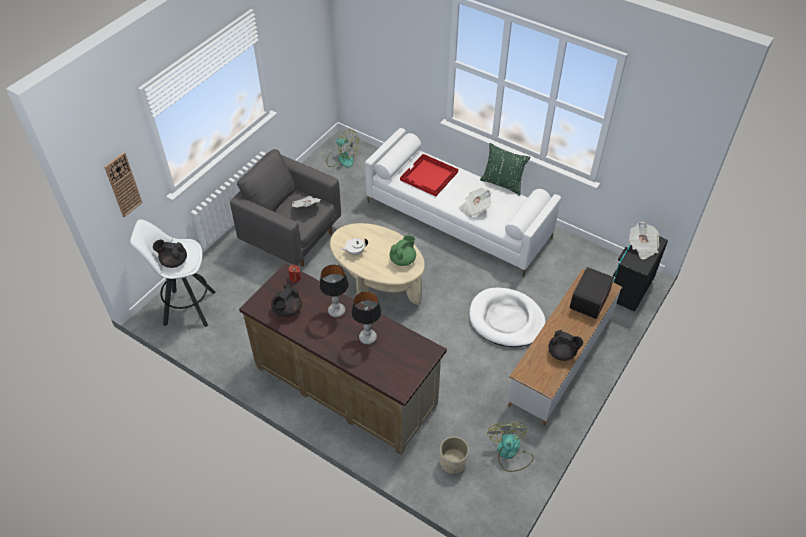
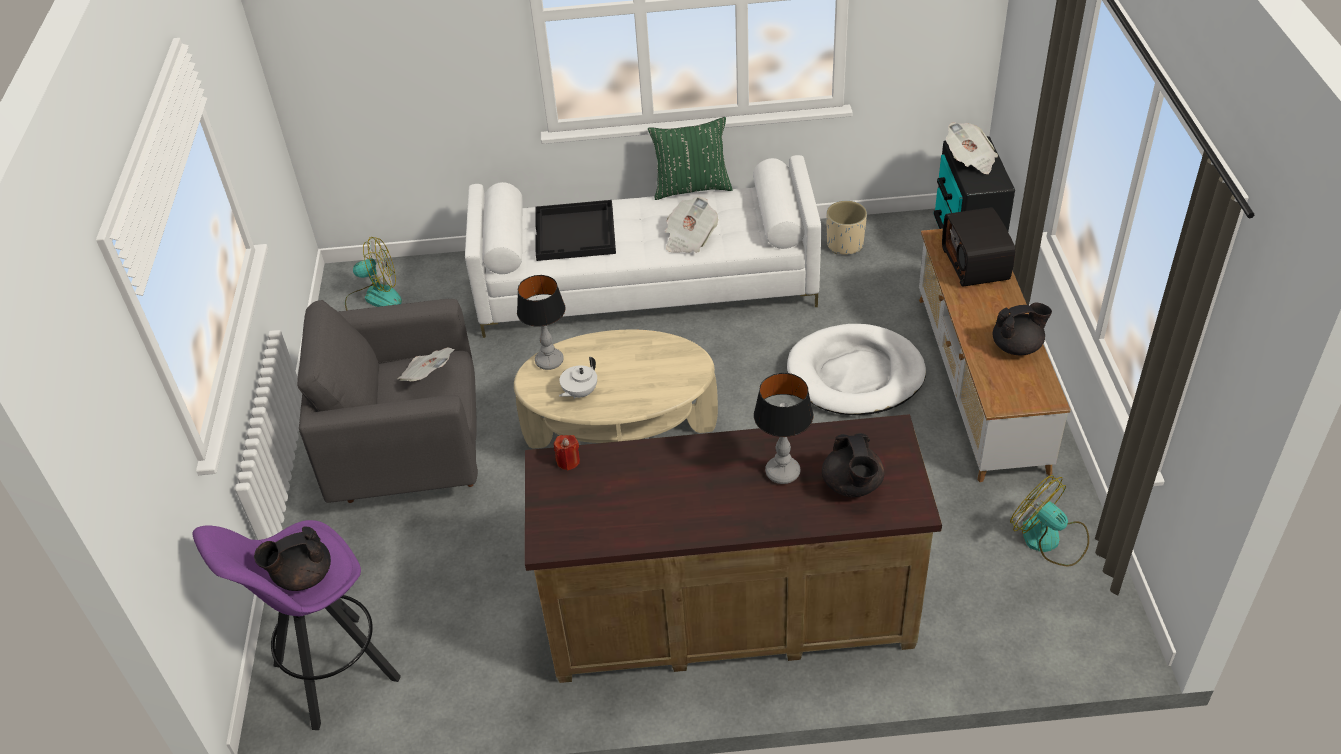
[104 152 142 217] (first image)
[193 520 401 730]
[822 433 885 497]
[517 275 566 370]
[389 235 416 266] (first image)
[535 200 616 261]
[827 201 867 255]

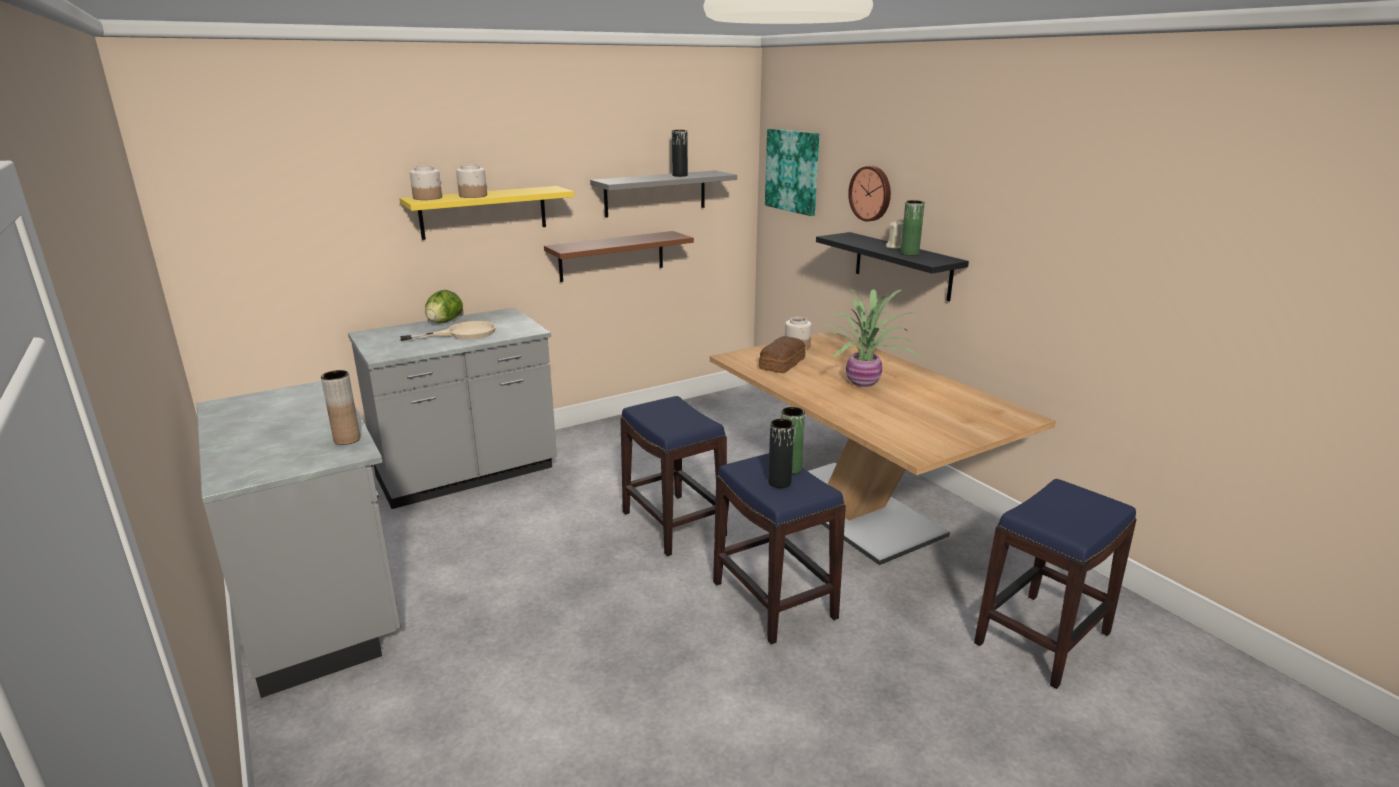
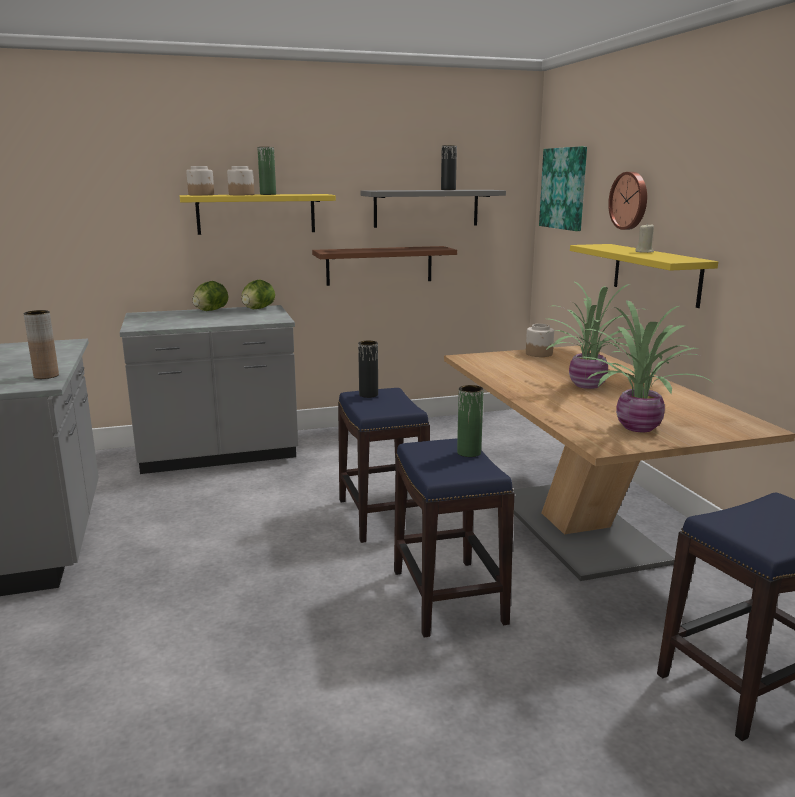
[399 321 496 341] (first image)
[759 336 805 373] (first image)
[358 341 378 398]
[570 244 718 308]
[257 147 276 195]
[241 280 275 309]
[570 300 714 432]

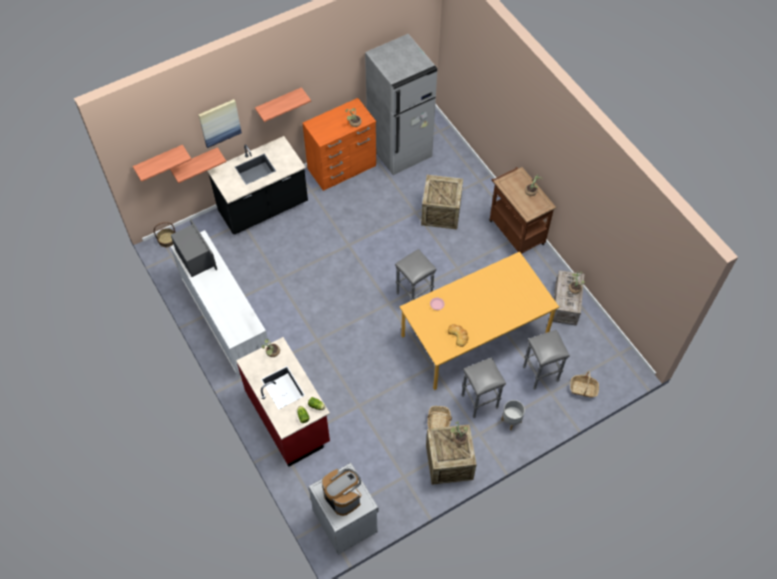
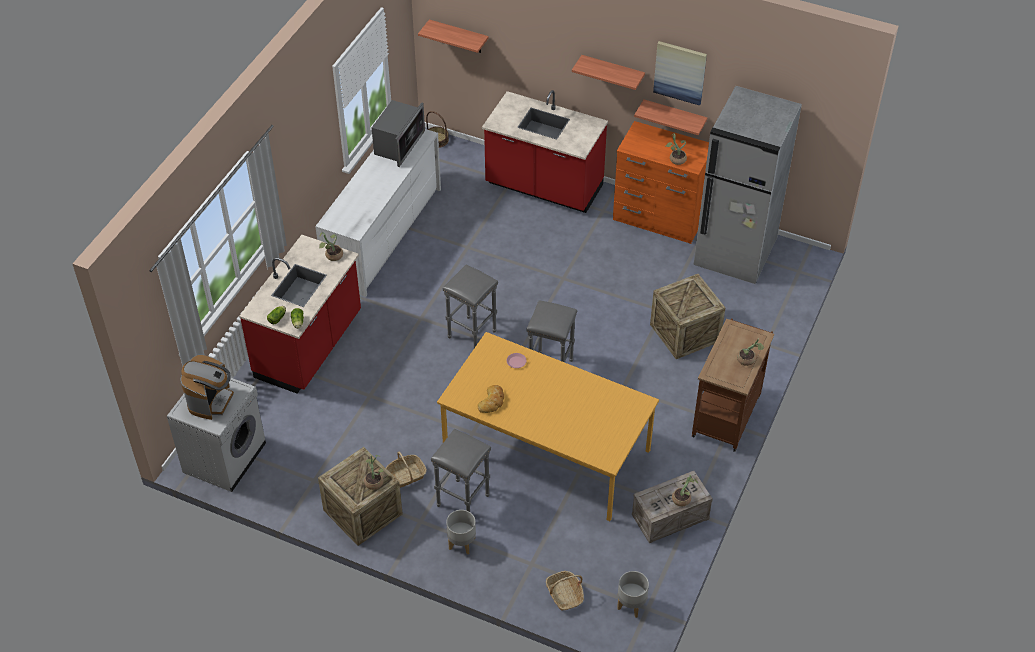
[634 99 707 135]
[653 41 707 106]
[482 90 608 213]
[443 264 498 350]
[617 571 649 618]

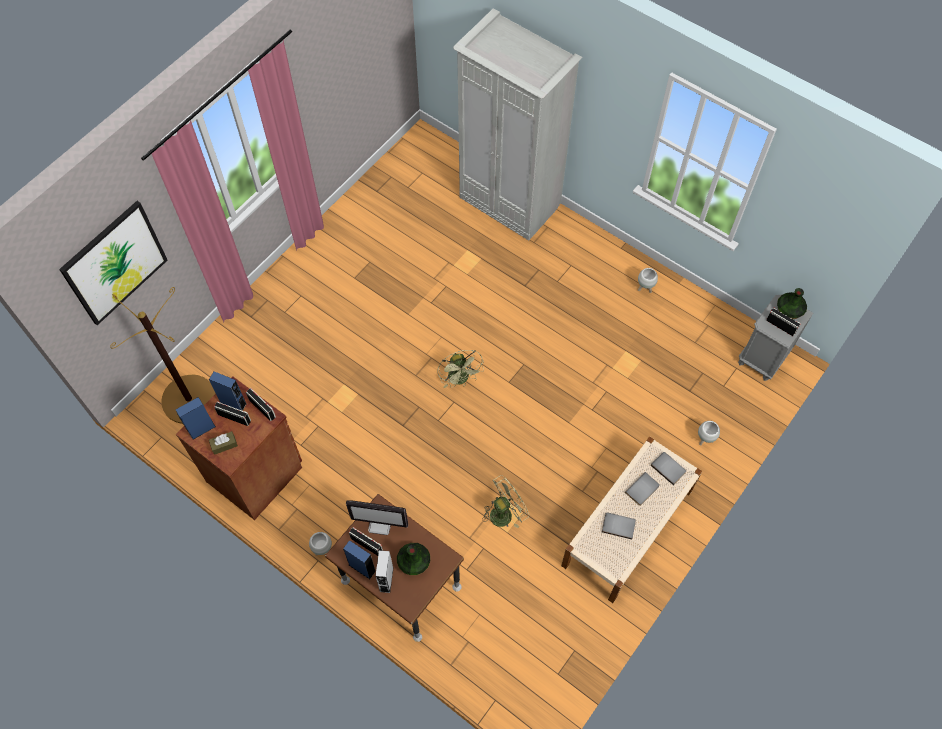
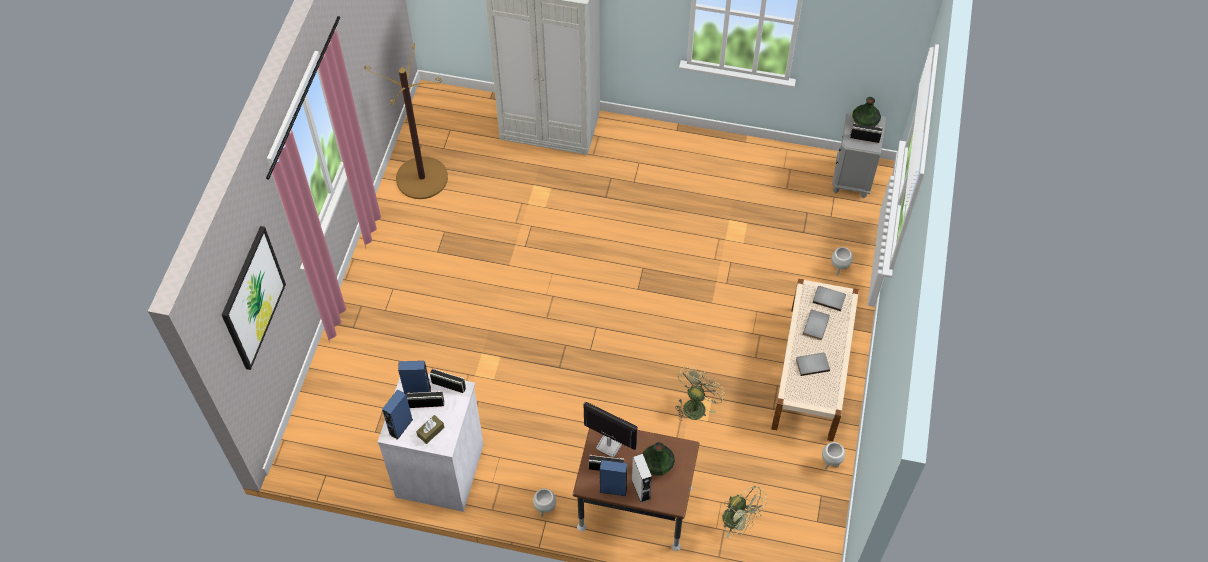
[364 44 448 199]
[378 373 483 512]
[584 402 638 458]
[722 486 767 538]
[822 442 845 470]

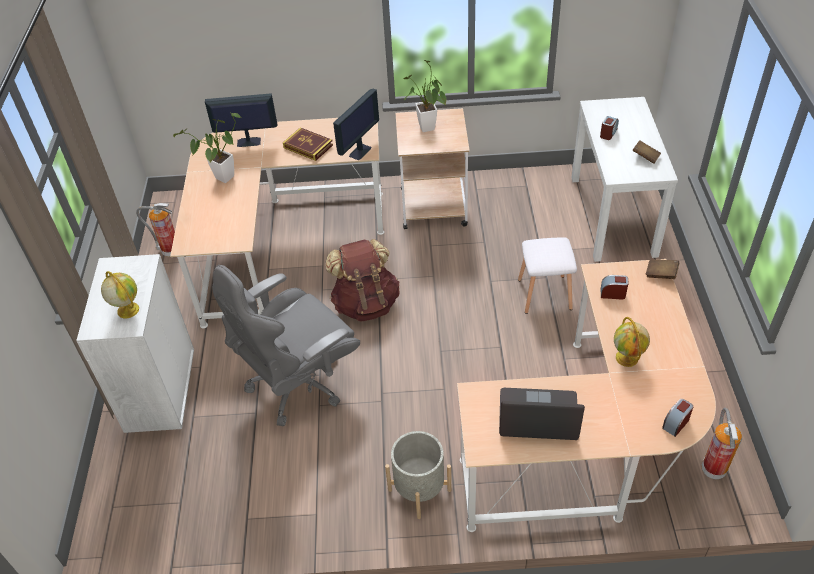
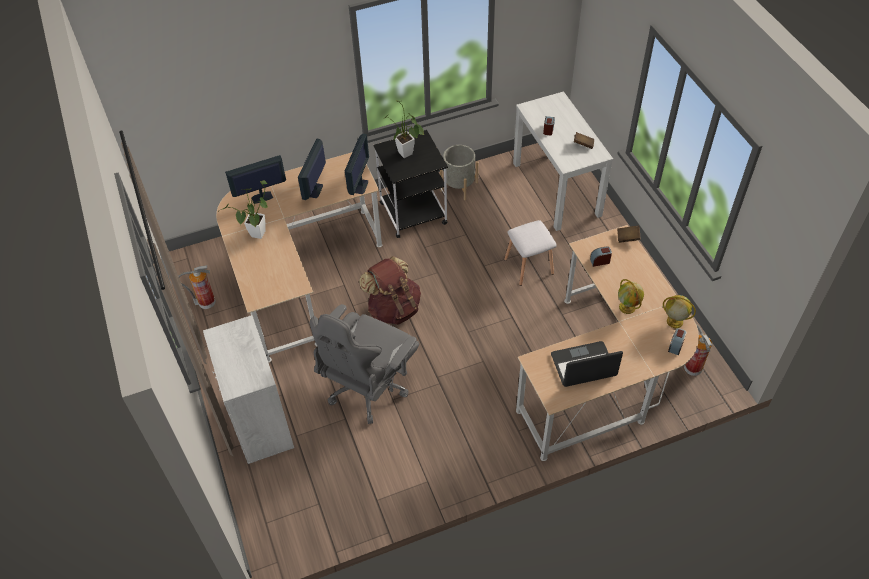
[663 295 696 328]
[298 139 326 200]
[440 145 478 200]
[373 130 448 238]

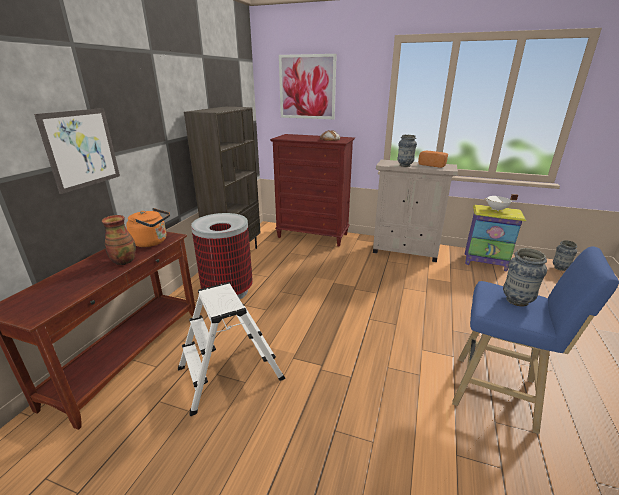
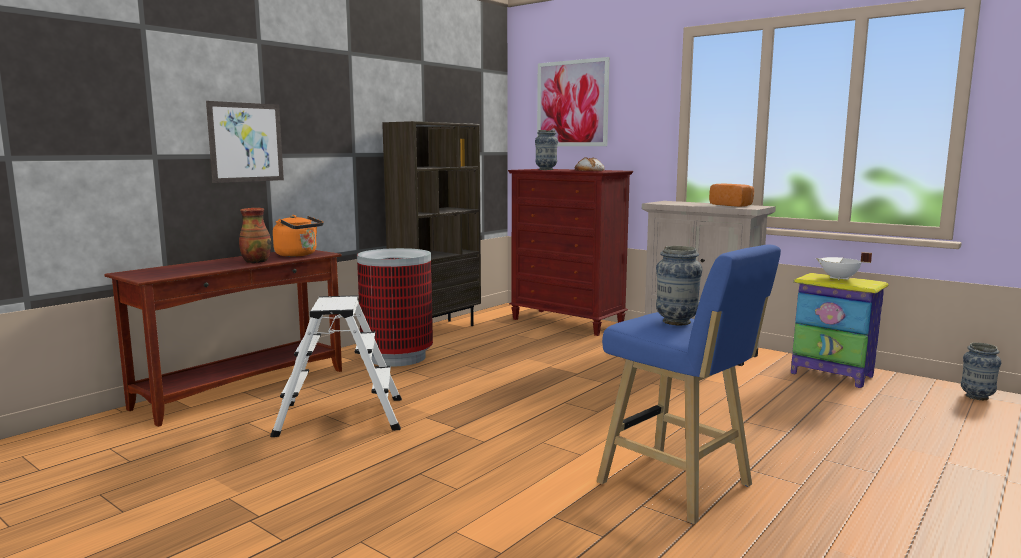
[535 130 558 170]

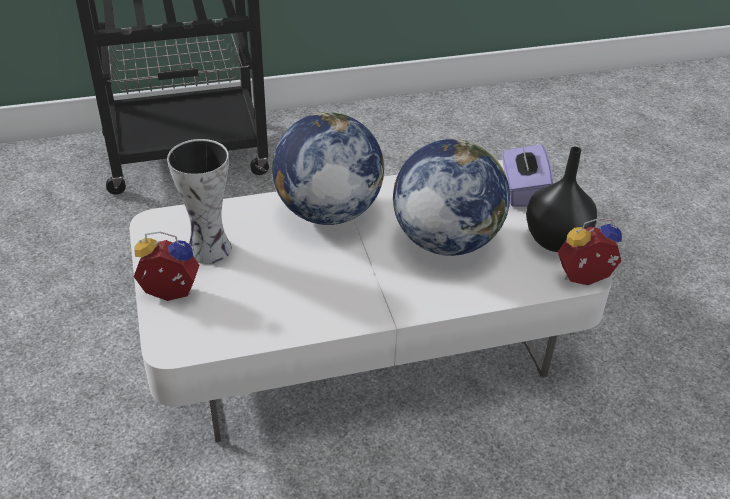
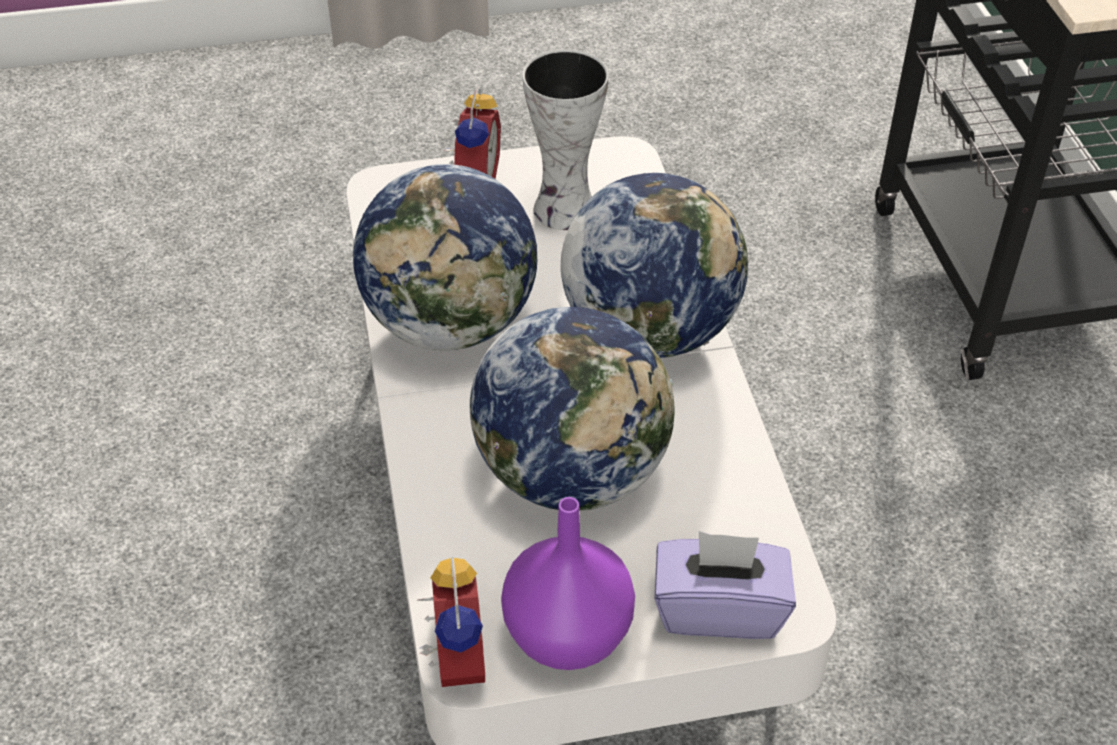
[501 497 635 670]
[353 164 537 350]

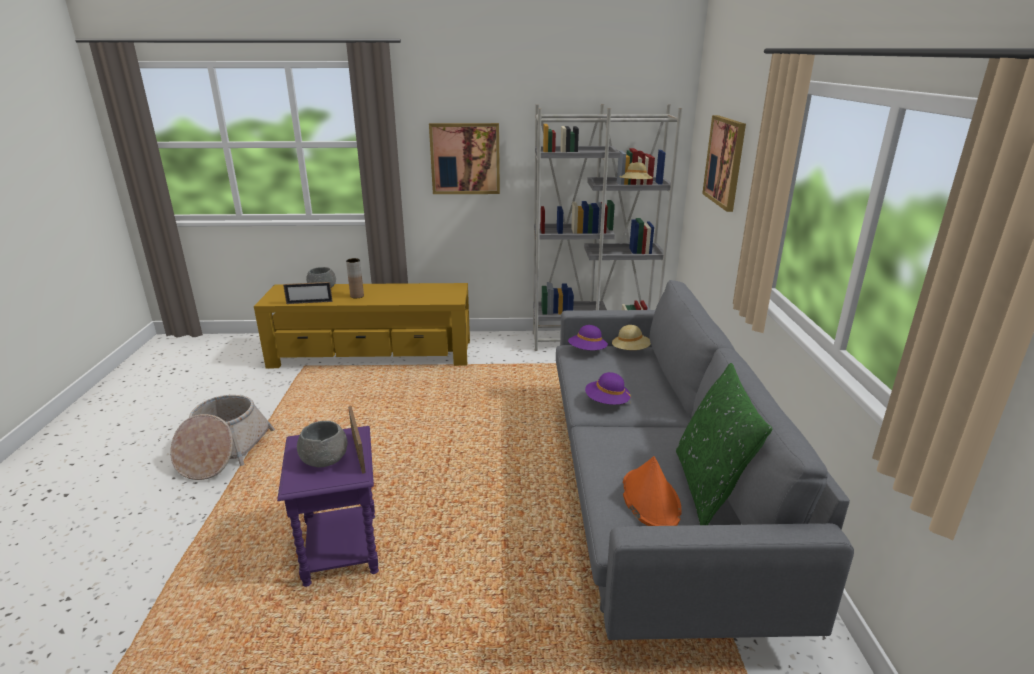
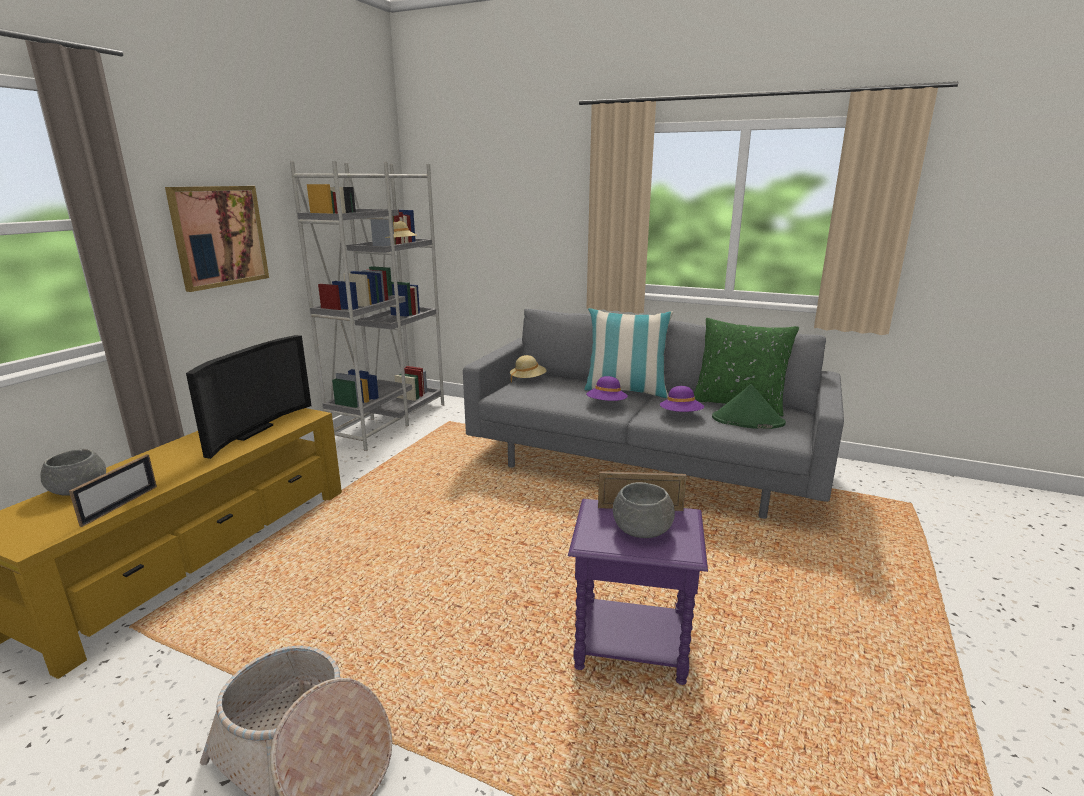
[346 258 364 298] (first image)
[660 386 704 412]
[712 384 786 429]
[702 115 746 212] (first image)
[186 335 312 459]
[584 308 673 398]

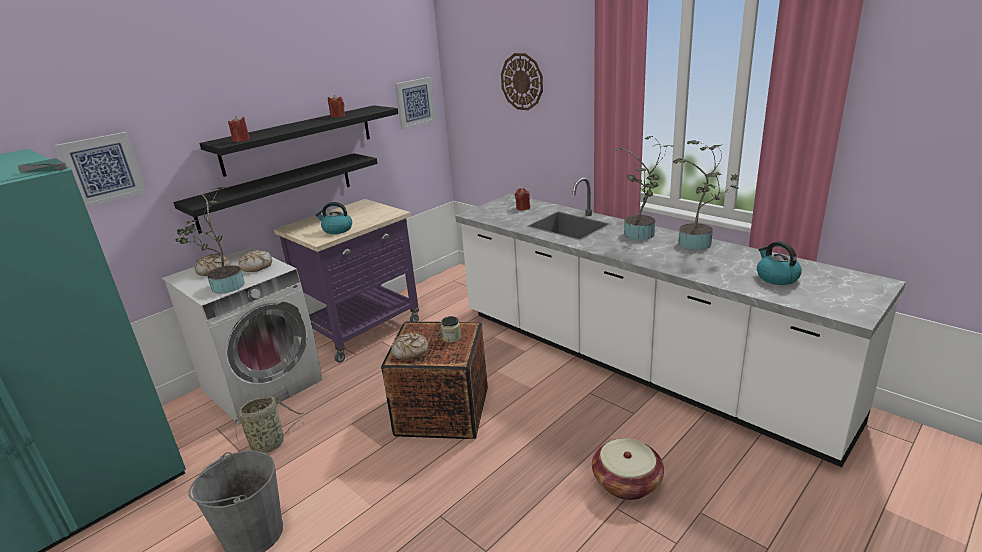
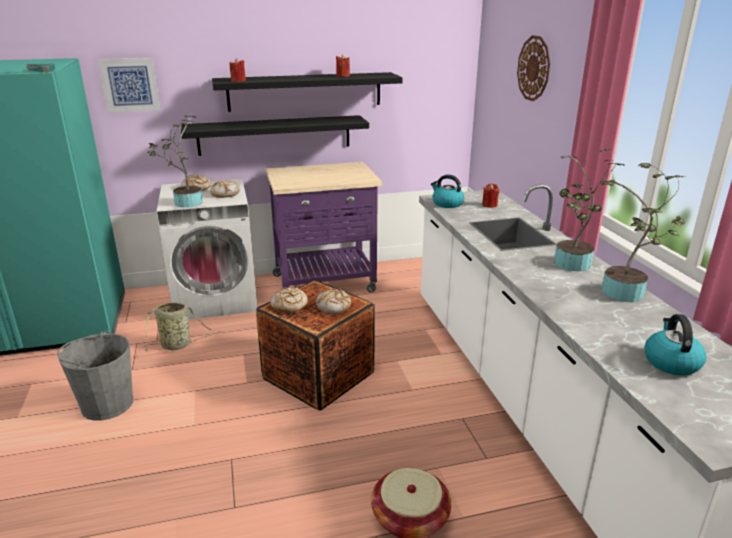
[431 174 464 208]
[395 77 436 129] (first image)
[316 289 351 314]

